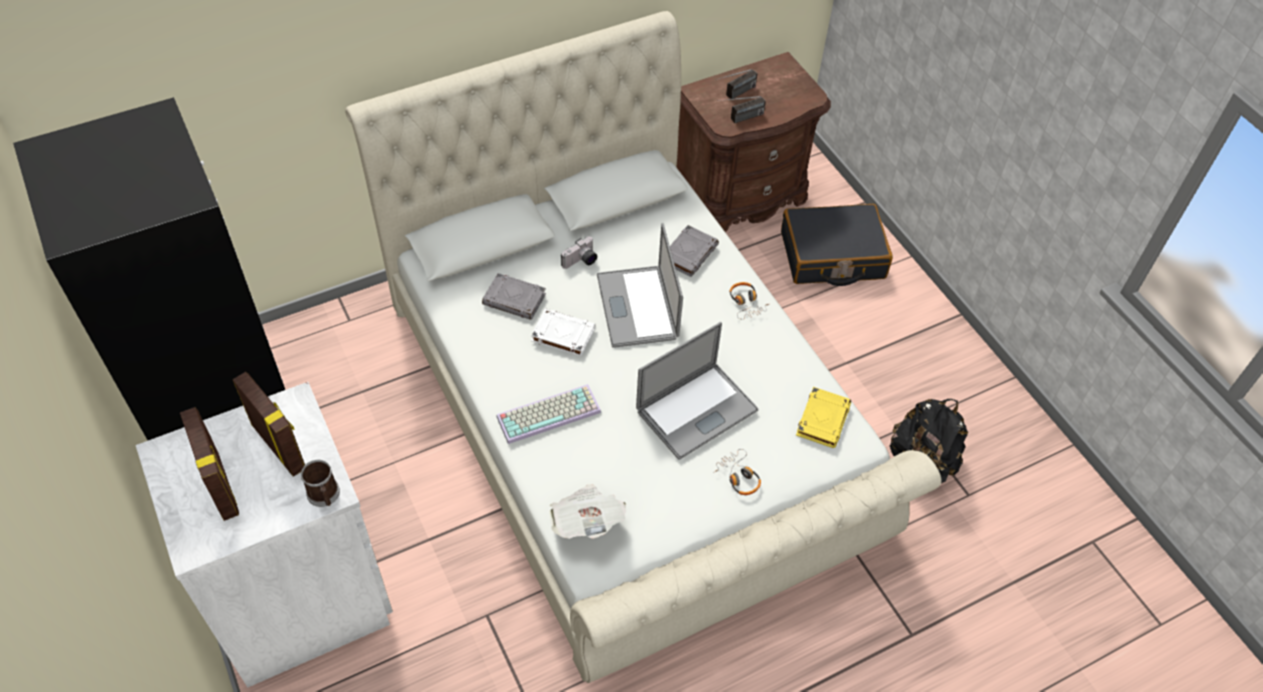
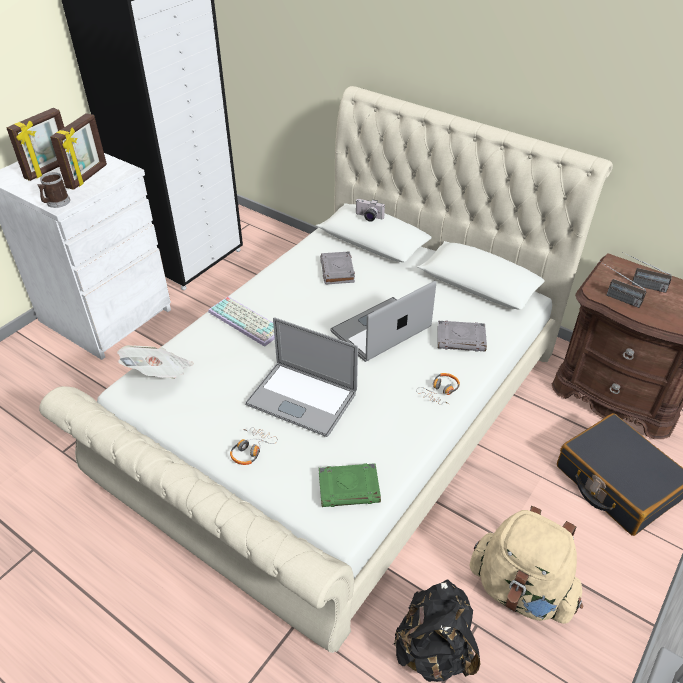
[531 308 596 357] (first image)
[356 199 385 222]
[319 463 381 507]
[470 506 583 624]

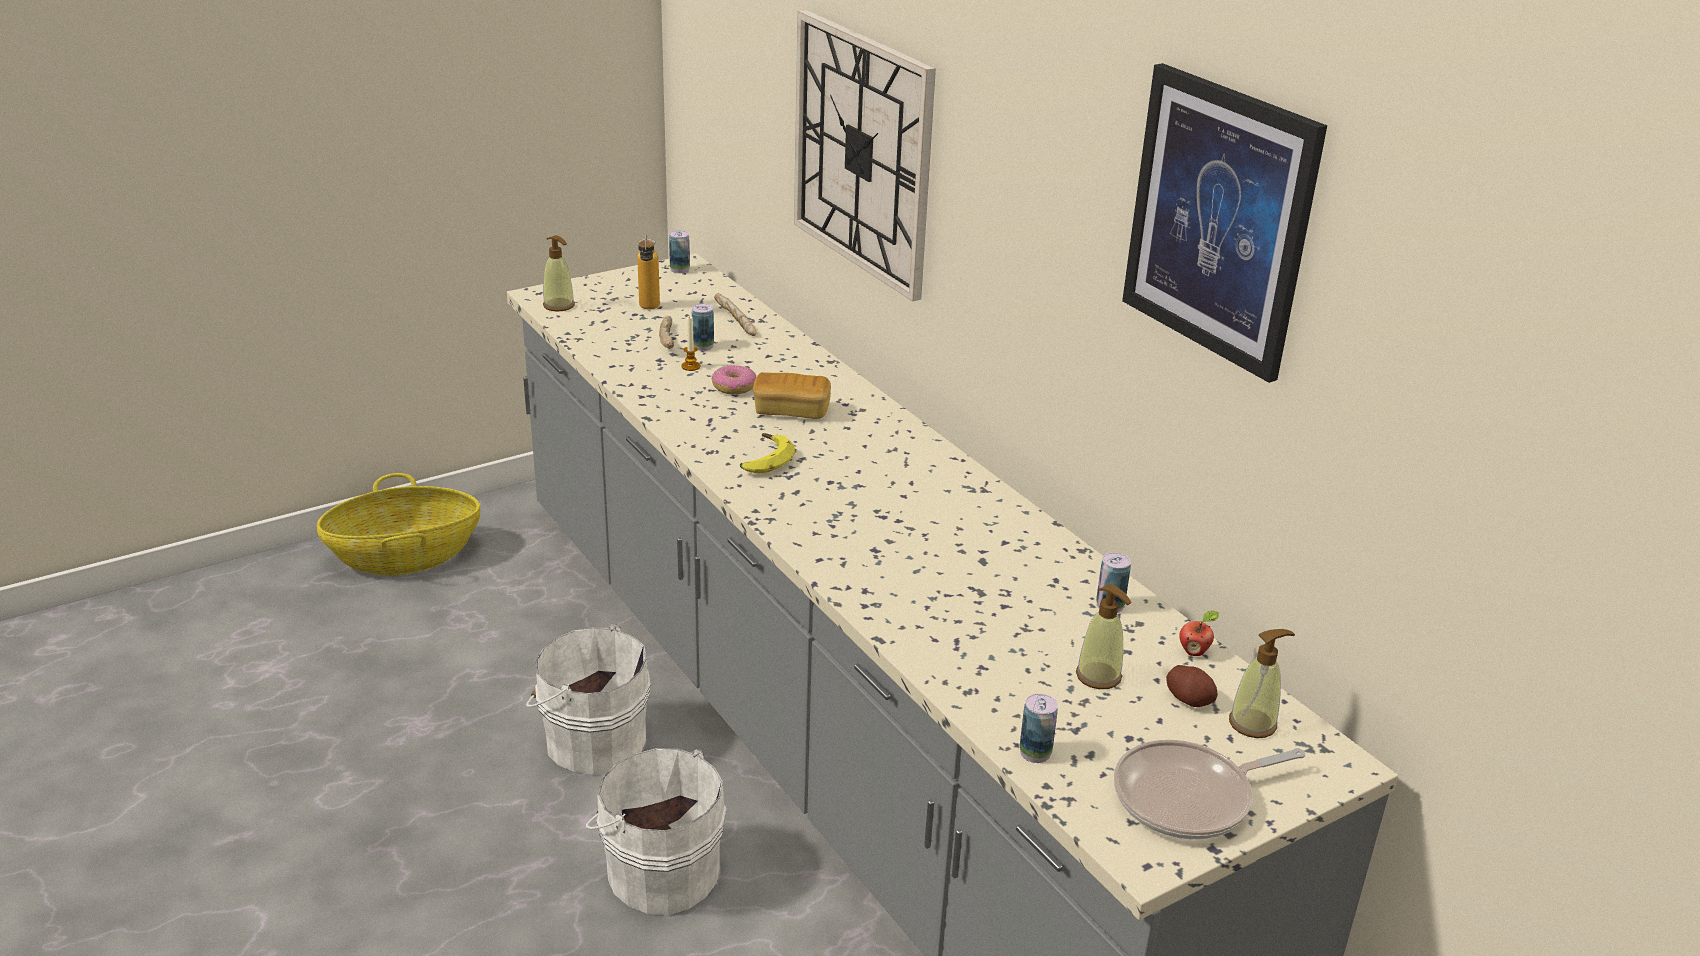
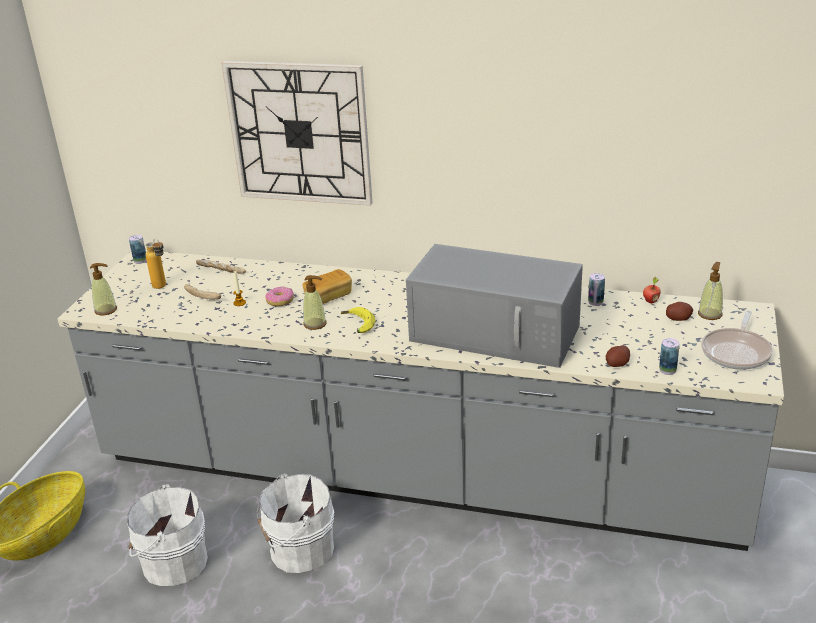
[127 484 208 586]
[691 303 714 351] (first image)
[303 275 326 330]
[1122 63 1327 383] (first image)
[406 244 583 368]
[606 345 630 367]

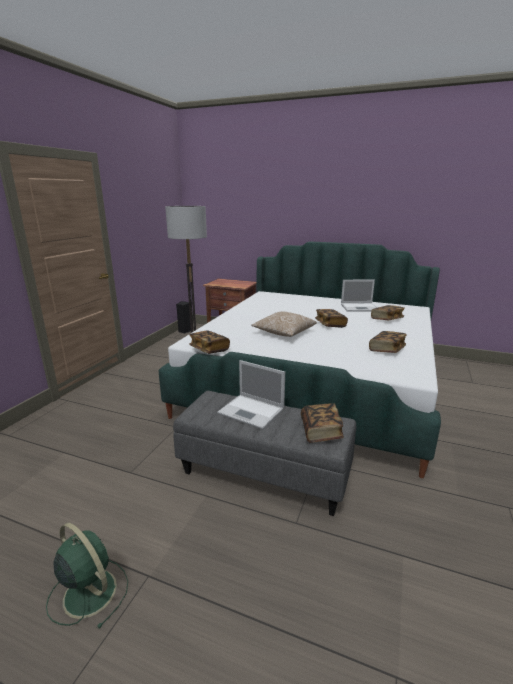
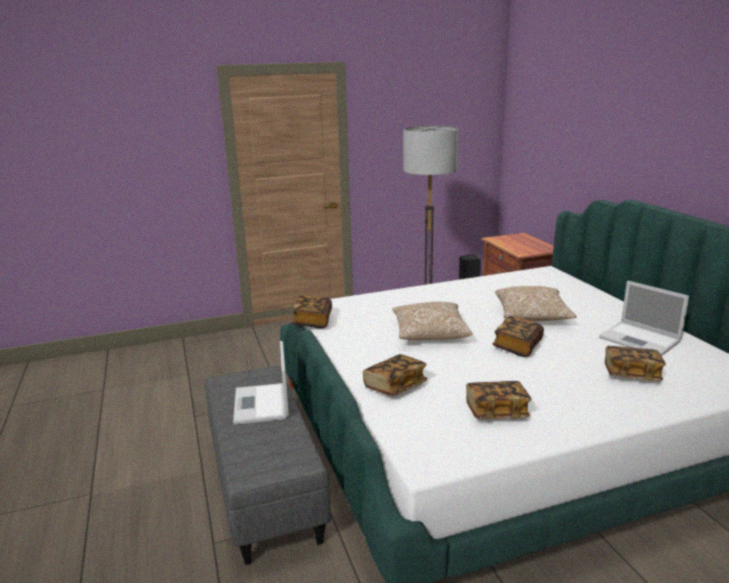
[46 523 128 629] (first image)
[363 354 427 396]
[495 286 577 321]

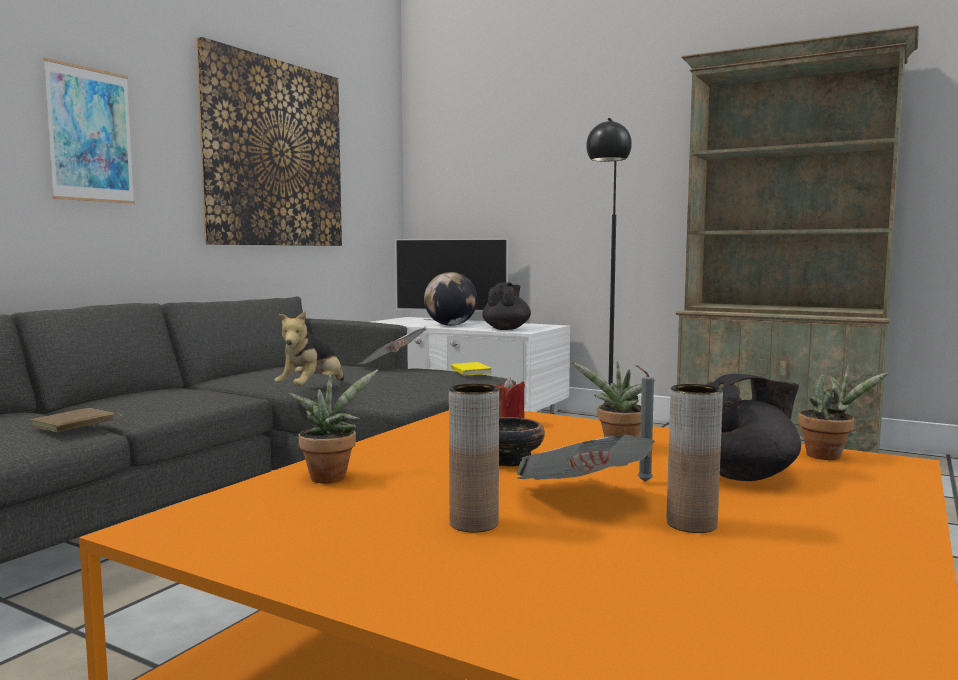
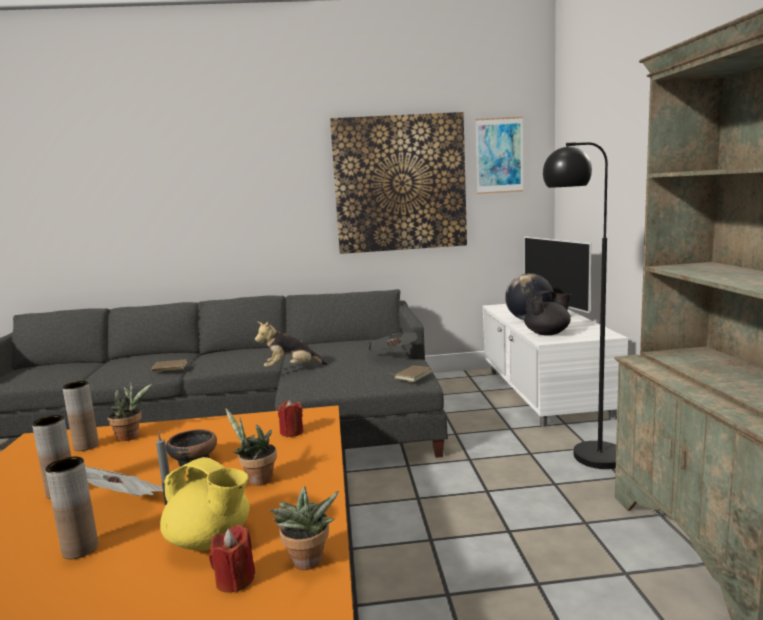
[475 117 523 194]
[394 365 433 382]
[160 457 250 551]
[62 381 99 451]
[209 525 255 593]

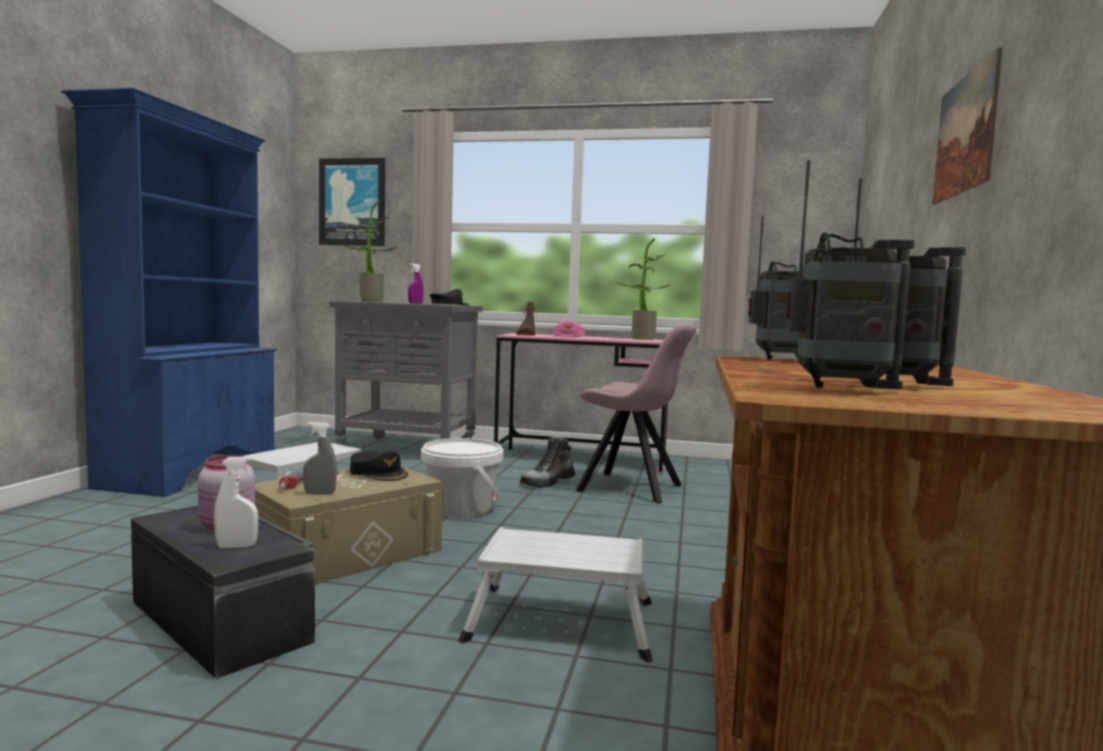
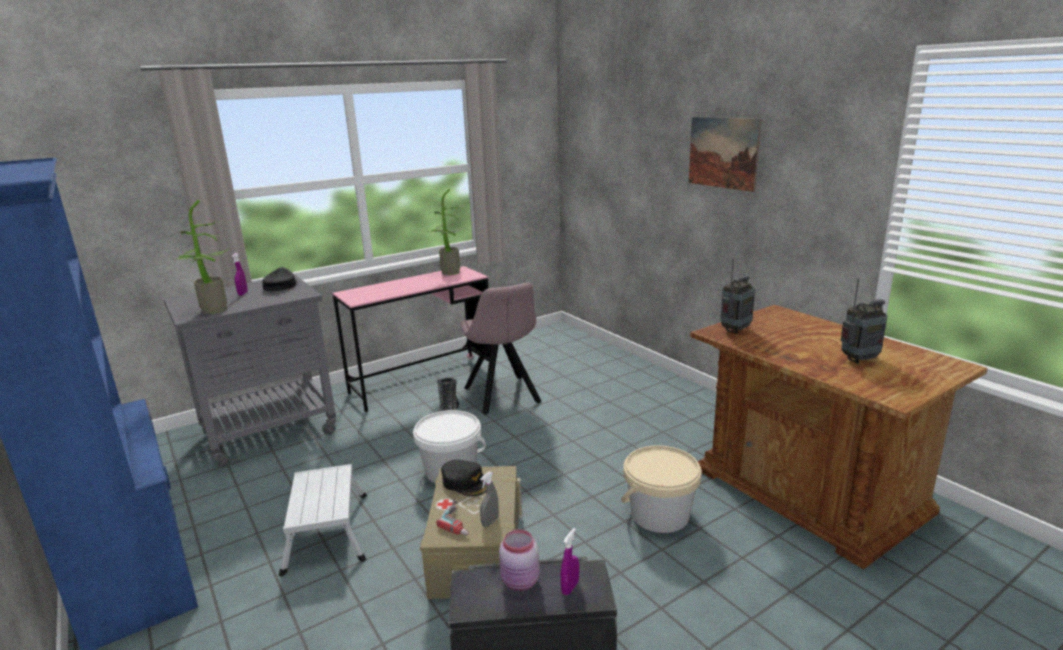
[561 528 579 595]
[319 158 385 246] (first image)
[441 459 487 497]
[621 446 702 533]
[516 302 536 336] (first image)
[553 320 585 338] (first image)
[460 283 541 414]
[784 160 915 389] (first image)

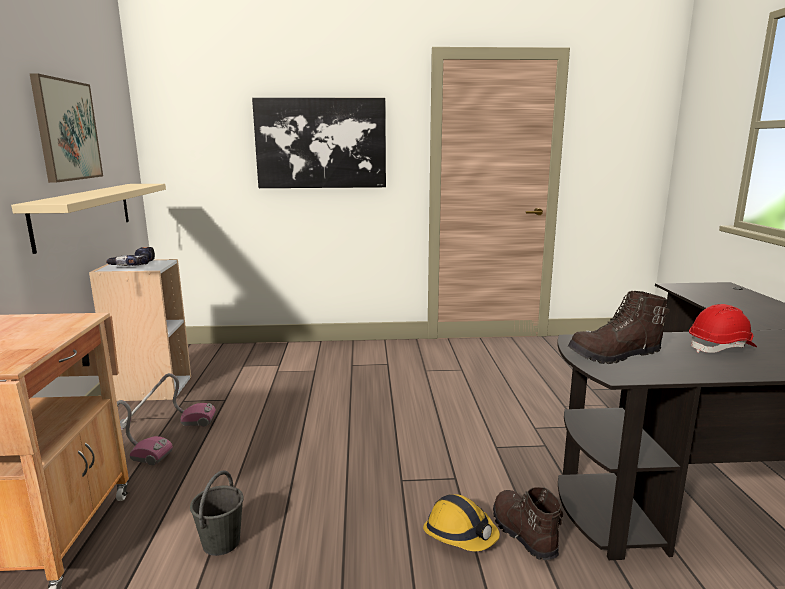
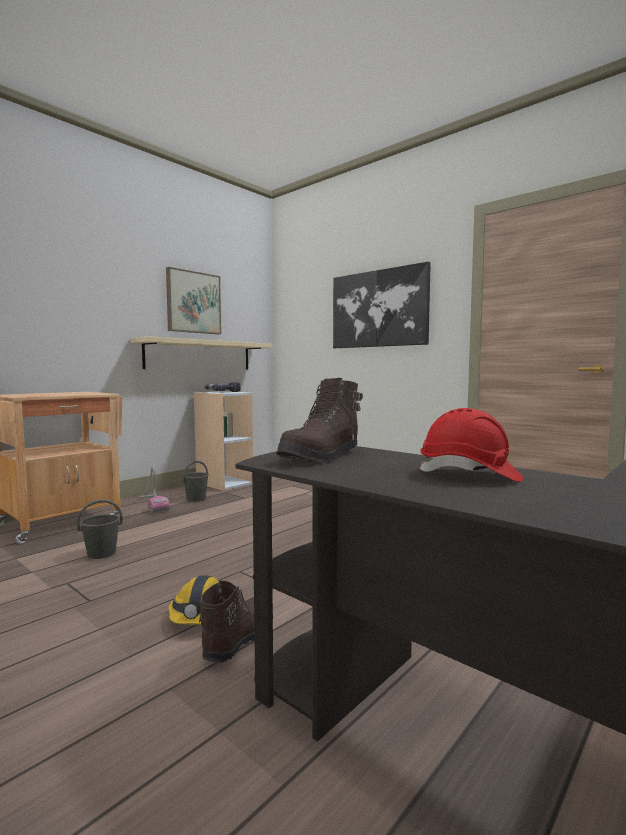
[183 461 209 502]
[276 378 363 463]

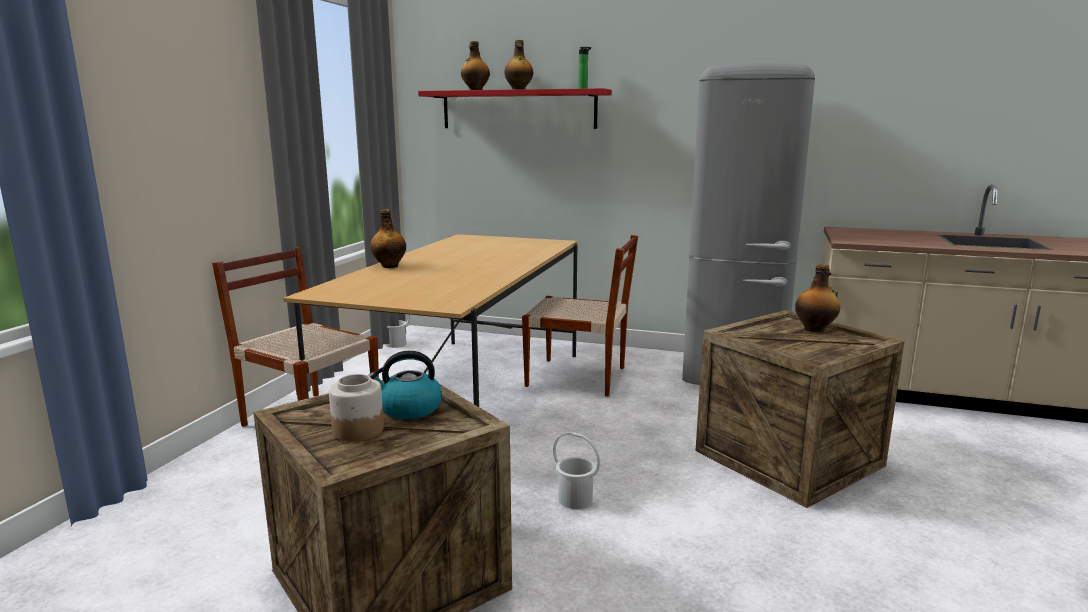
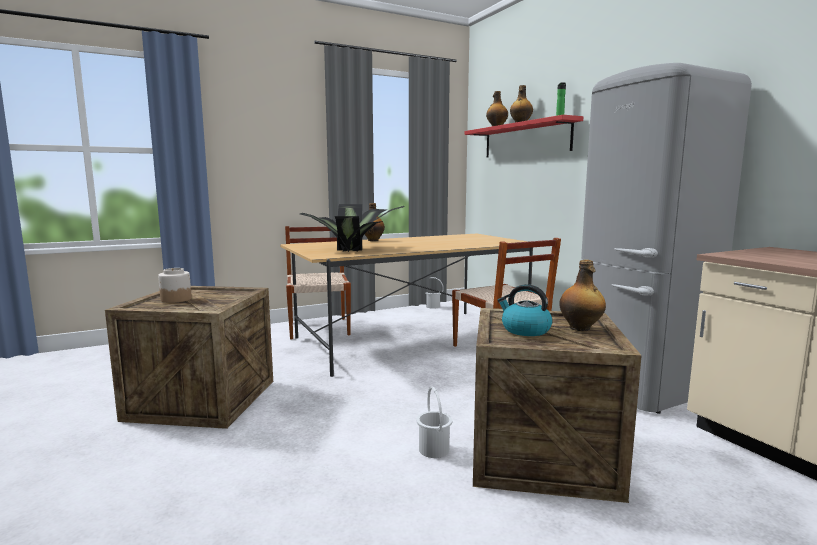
[498 284 553 336]
[416 387 452 458]
[300 204 405 252]

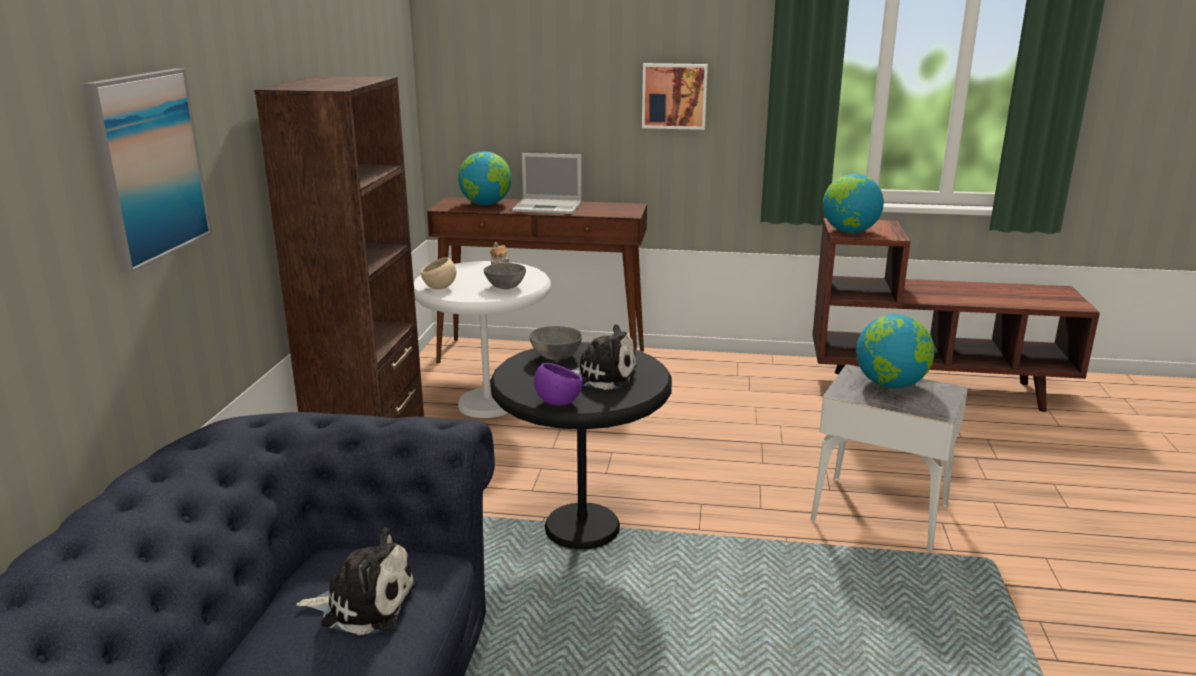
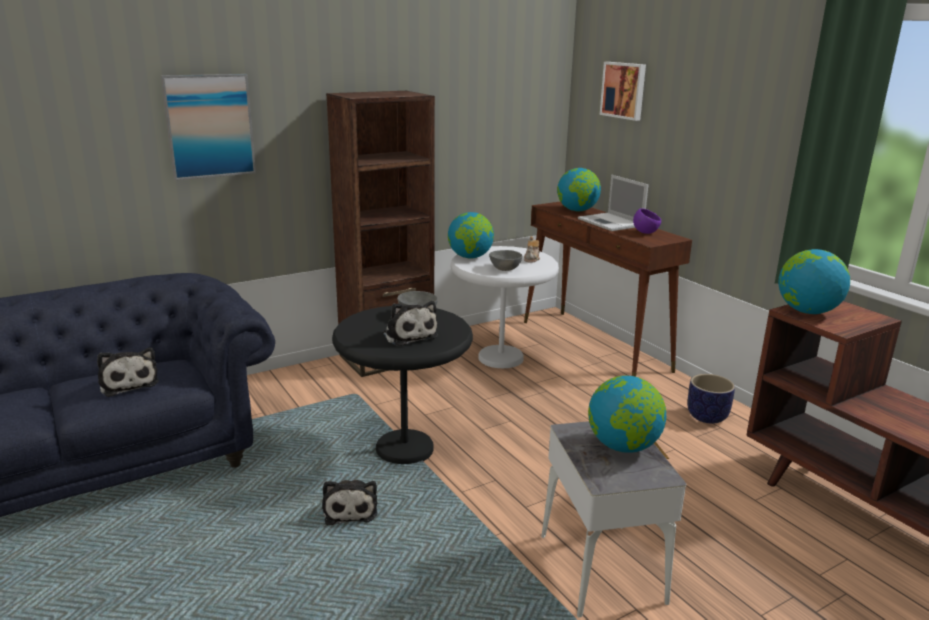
[448 212 494 258]
[633 208 661 234]
[600 62 646 121]
[322 480 377 525]
[688 374 735 424]

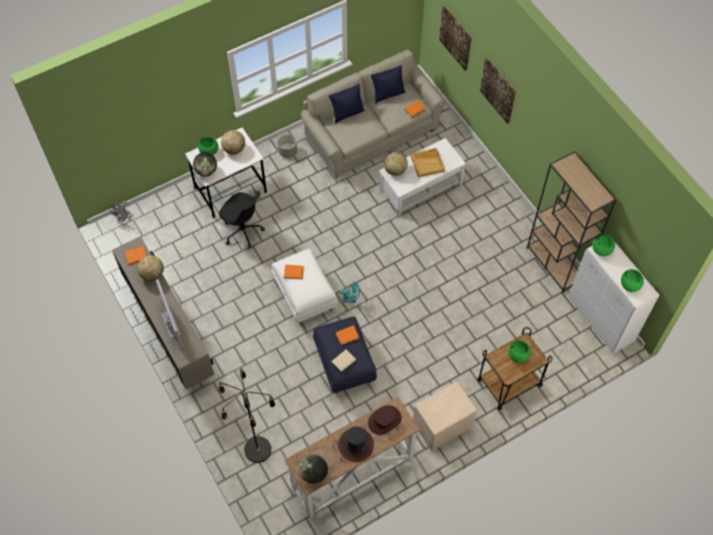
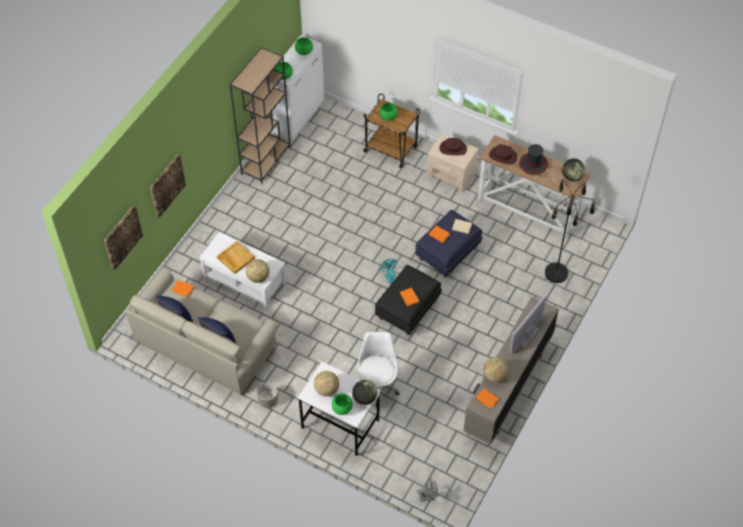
[358 332 399 407]
[375 265 442 335]
[439 138 467 155]

